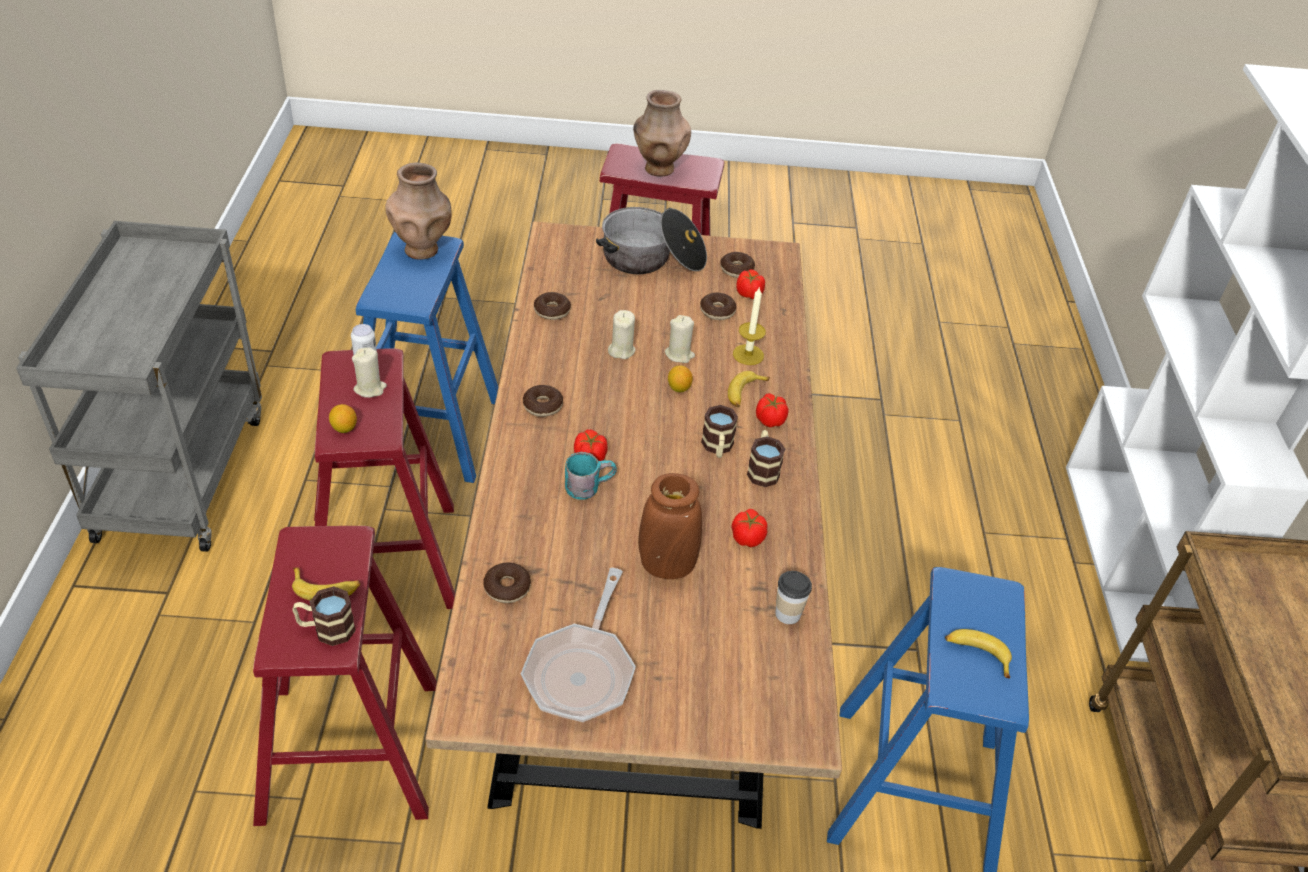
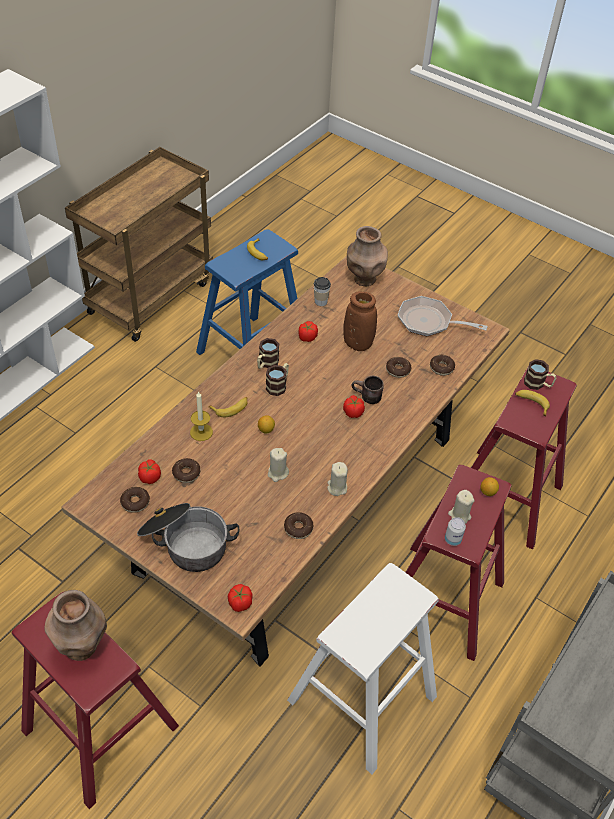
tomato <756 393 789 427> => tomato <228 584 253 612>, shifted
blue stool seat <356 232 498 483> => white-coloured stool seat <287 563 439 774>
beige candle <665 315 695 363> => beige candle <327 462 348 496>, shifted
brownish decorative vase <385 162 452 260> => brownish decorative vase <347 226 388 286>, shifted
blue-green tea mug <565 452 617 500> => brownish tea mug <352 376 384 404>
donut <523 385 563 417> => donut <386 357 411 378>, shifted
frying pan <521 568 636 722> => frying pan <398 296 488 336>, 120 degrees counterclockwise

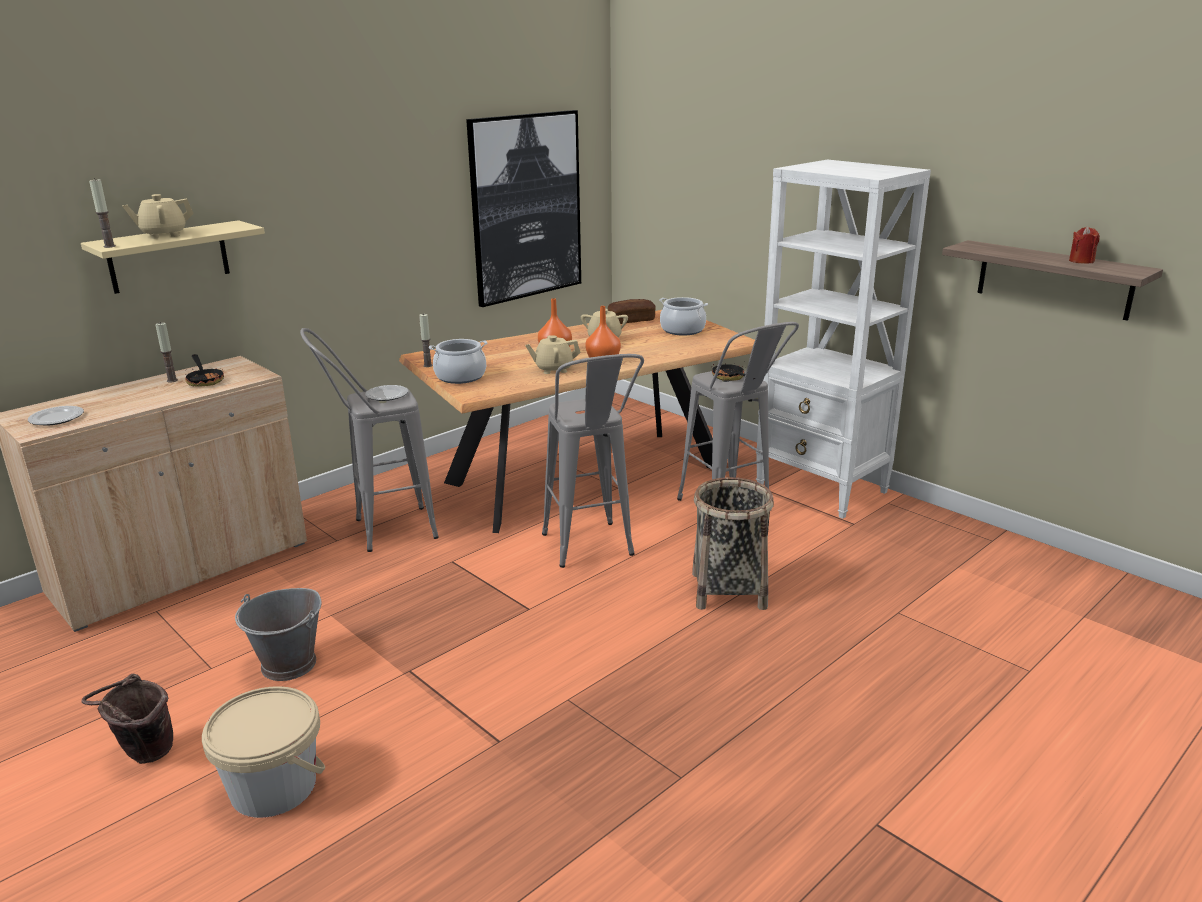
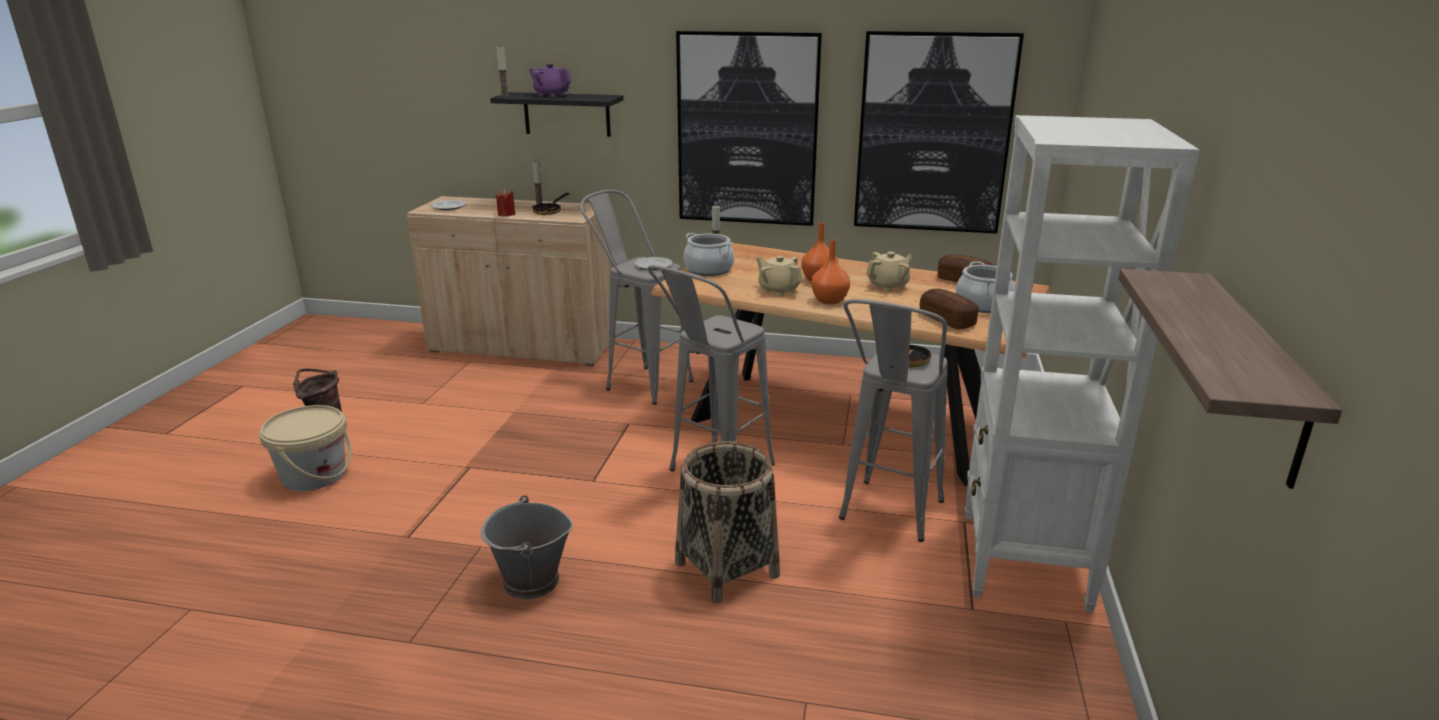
greyish bucket <235 588 321 681> => greyish bucket <481 495 573 599>, shifted
beige bracket shelf <81 220 265 294> => black-coloured bracket shelf <490 92 624 137>
reddish candle <1069 226 1100 263> => reddish candle <496 189 516 216>, shifted
beige pot for tea <122 194 194 239> => purple-coloured pot for tea <529 63 572 97>
nothing => wall art <676 31 822 226>
nothing => bakery bread <920 289 979 329>

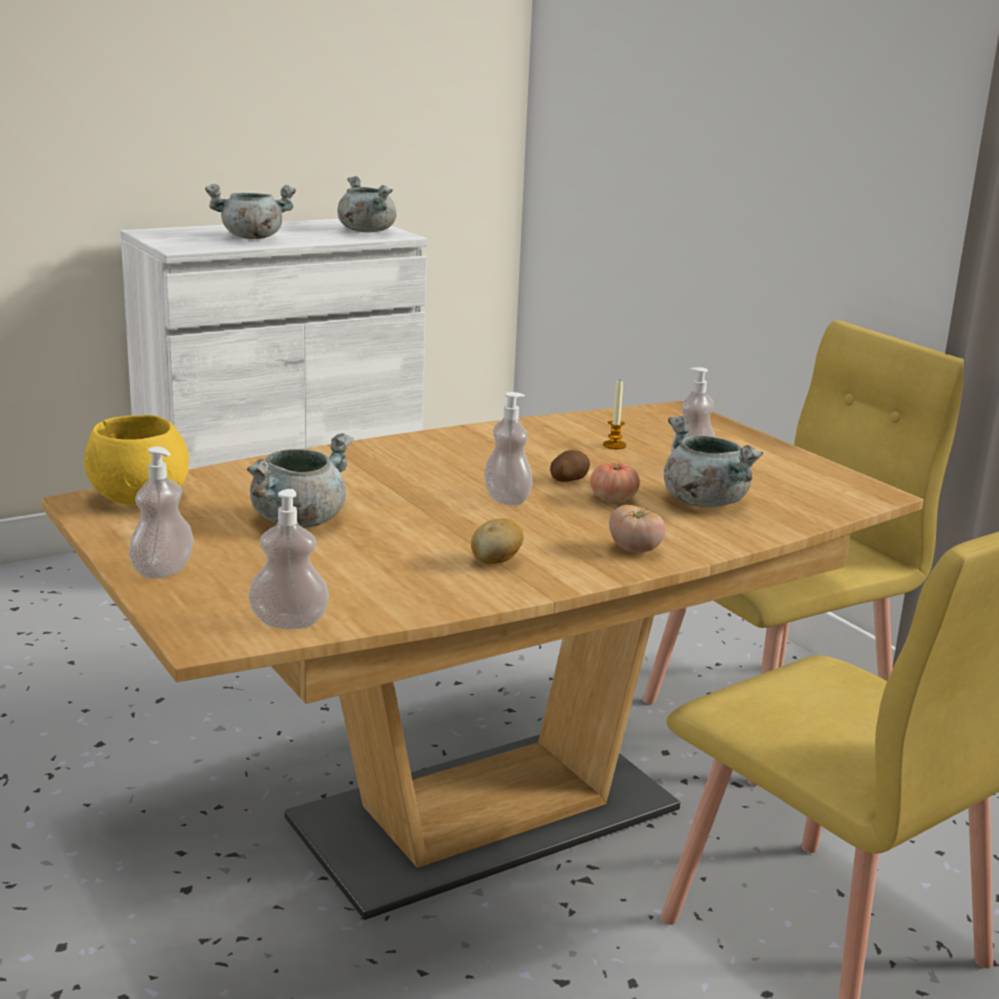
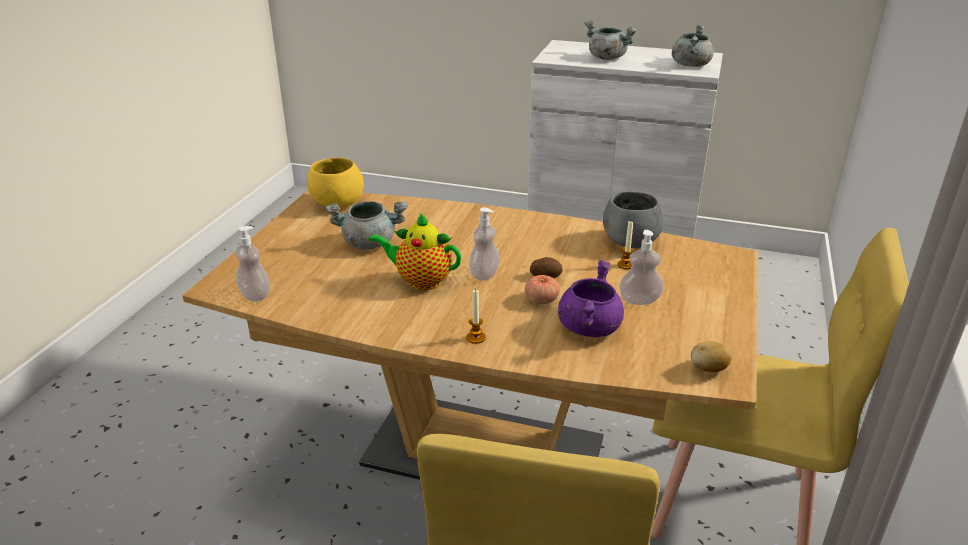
nothing => pot for tea <368 213 461 290>
tomato <609 505 666 553> => candle <466 289 486 344>
greyish stockpot <664 416 763 507> => purple-coloured stockpot <558 260 624 337>
nothing => greyish deep dish <603 191 664 248>
whole potato <471 518 524 564> => whole potato <691 341 732 372>, shifted
liquid soap bottle <129 447 193 579> => nothing

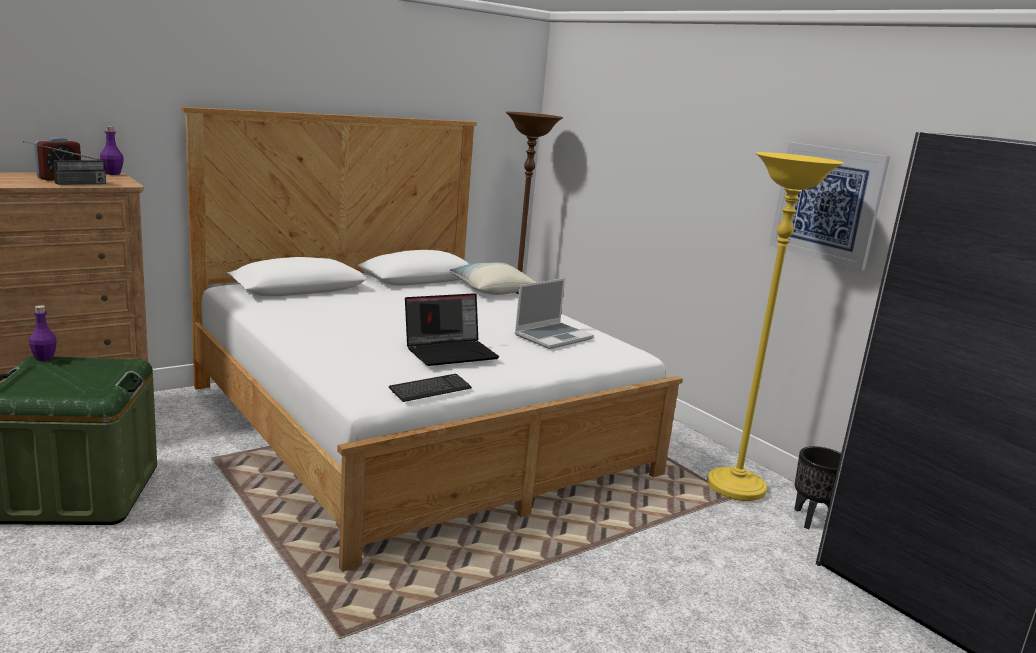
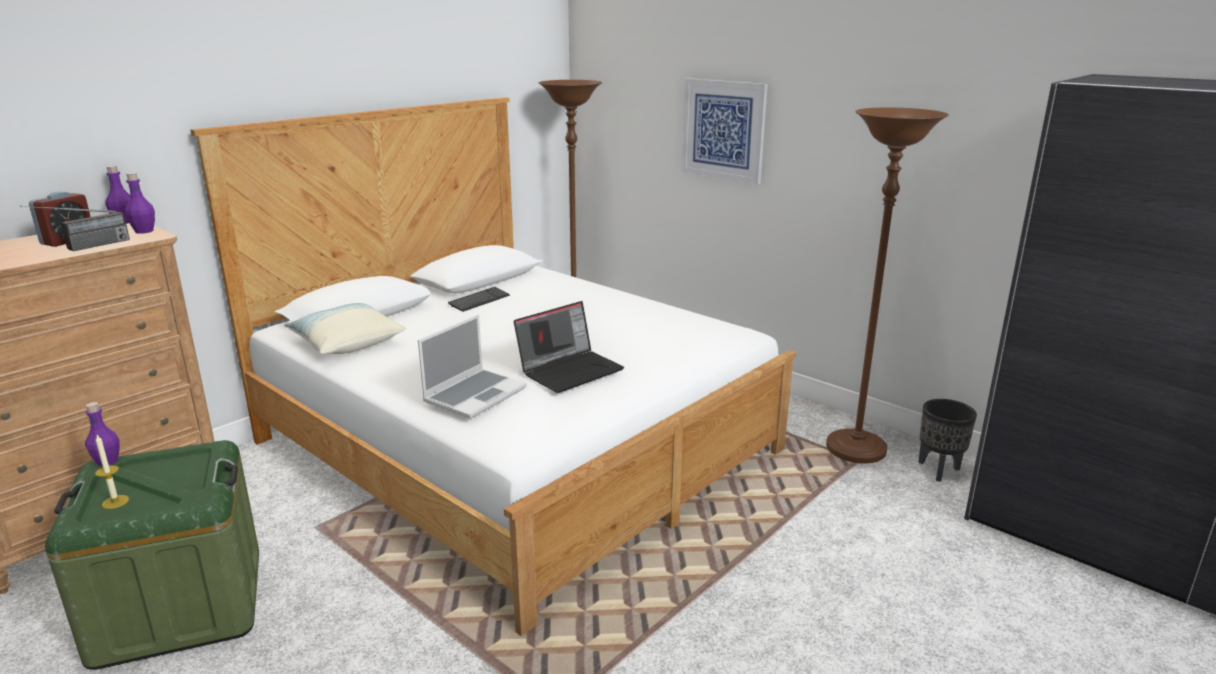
nothing => candle <95 435 129 509>
nothing => purple-coloured beverage bottle <125 173 155 234>
pillow <450 262 537 295> => pillow <284 303 406 354>, shifted
portable computer <515 278 594 349> => portable computer <418 315 527 419>, shifted
keyboard <389 374 472 402> => keyboard <448 287 510 312>, shifted
wall art <769 142 890 270> => wall art <682 78 768 184>, shifted
yellowish standard lamp <707 152 844 501> => brownish standard lamp <826 107 949 464>

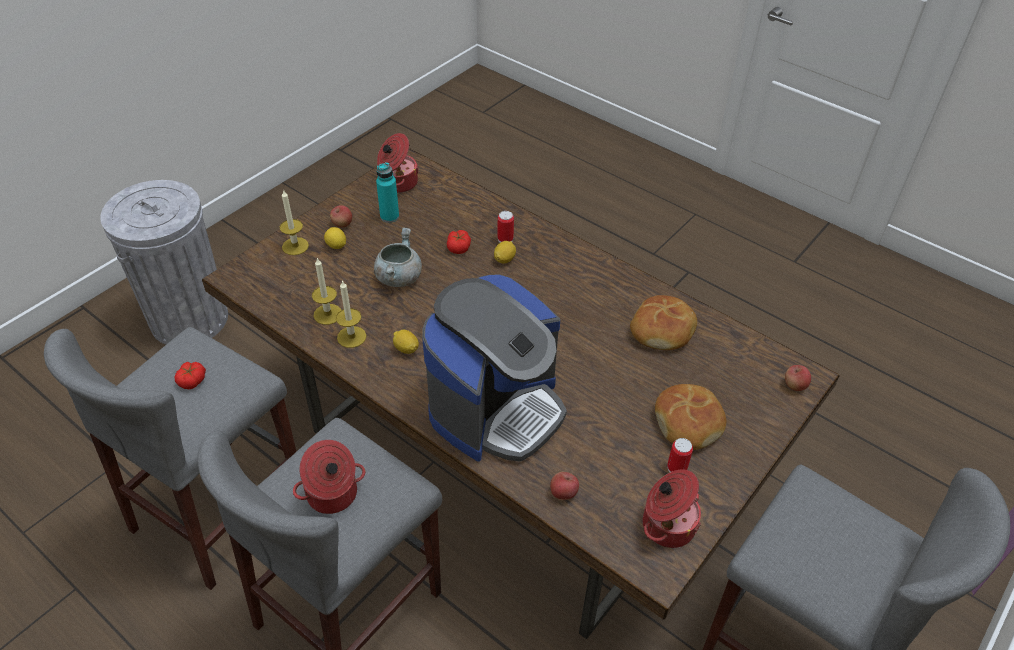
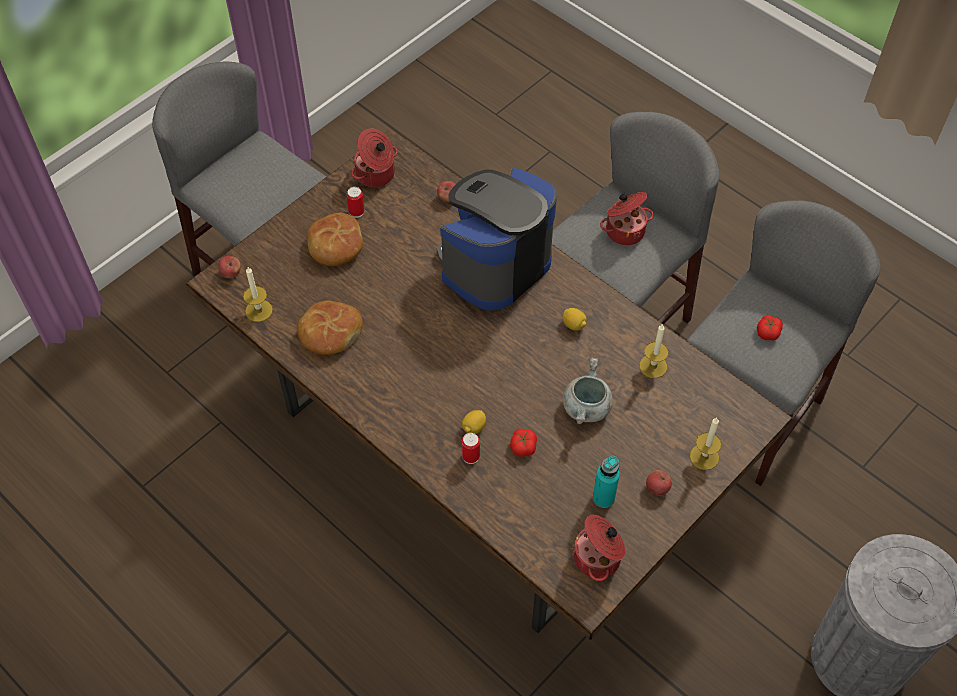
candle <336 280 366 348> => candle <243 267 273 322>, shifted
citrus fruit <324 227 346 249> => nothing

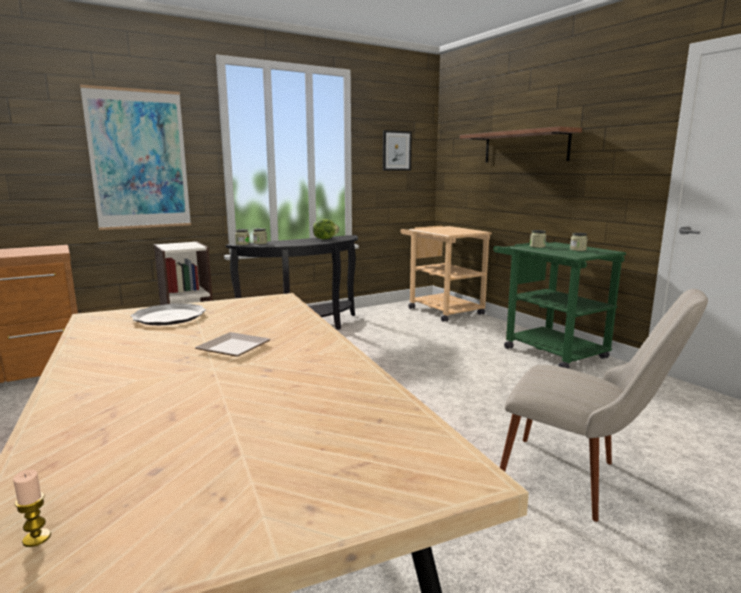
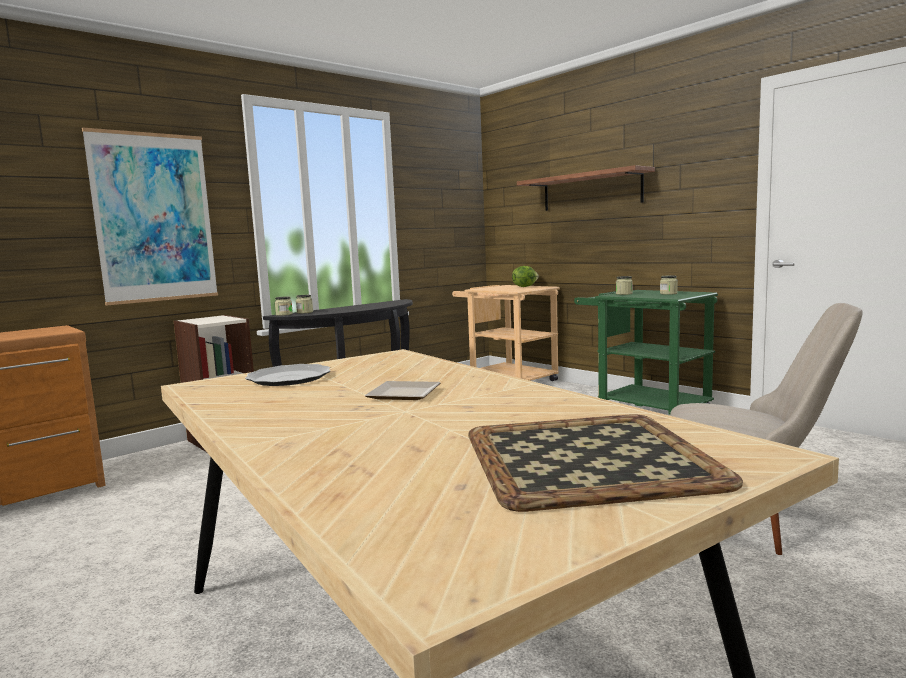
nothing => carrying tray <468 414 743 512>
lettuce head <313 219 339 239> => lettuce head <512 266 539 287>, shifted
candle <13 469 51 547> => nothing
wall art <383 130 412 171> => nothing

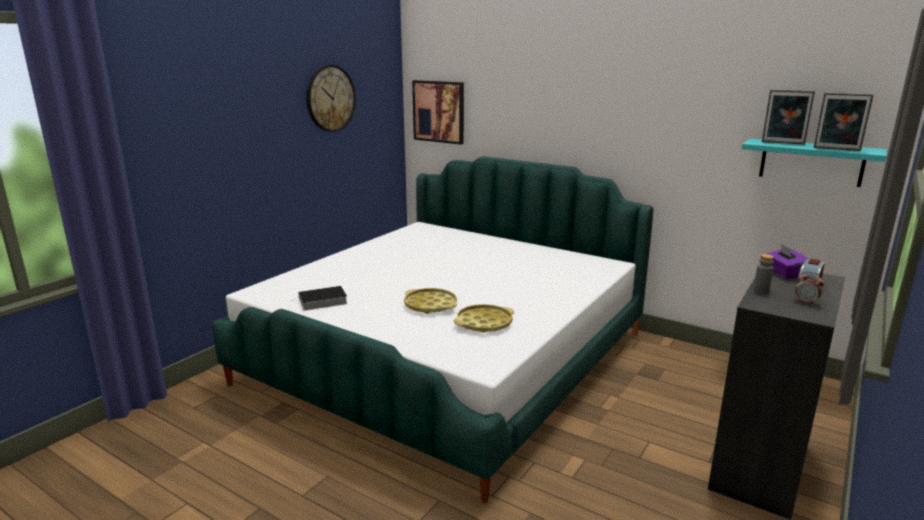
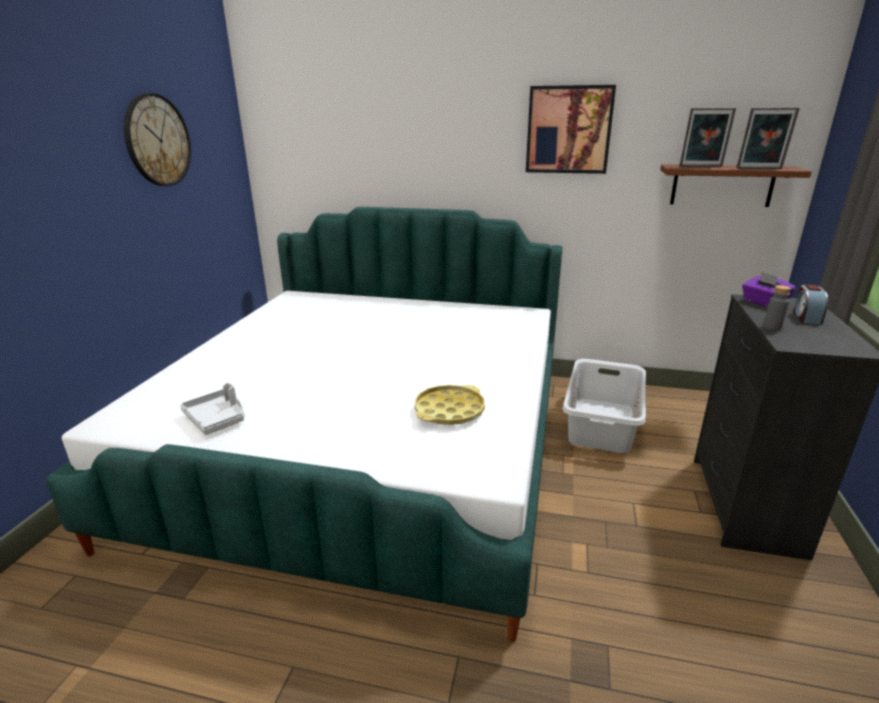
bound book <292 286 348 311> => greyish carrying tray <180 383 244 435>
wall art <412 80 464 145> => wall art <526 85 616 174>, shifted
nothing => greyish laundry basket <562 359 646 453>
blue-green bracket shelf <742 138 887 187> => brownish bracket shelf <660 165 812 207>
yellowish carrying tray <404 288 457 314> => nothing
alarm clock <795 272 824 305> => nothing

